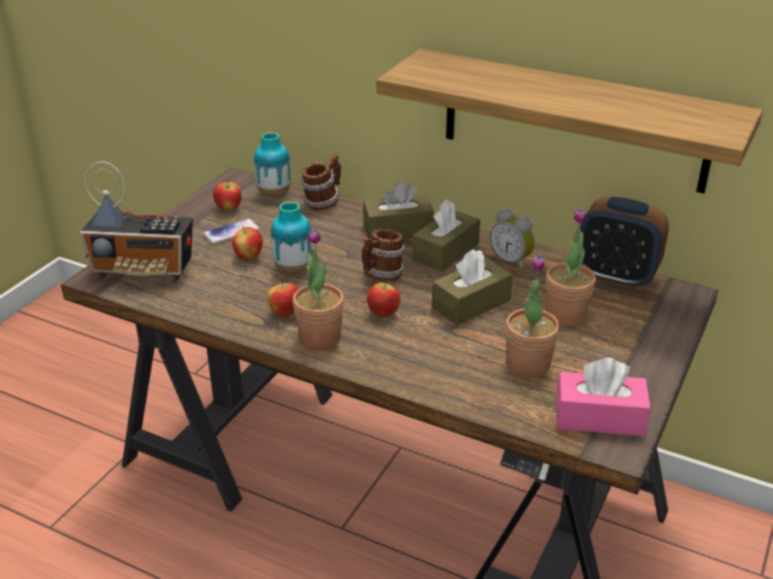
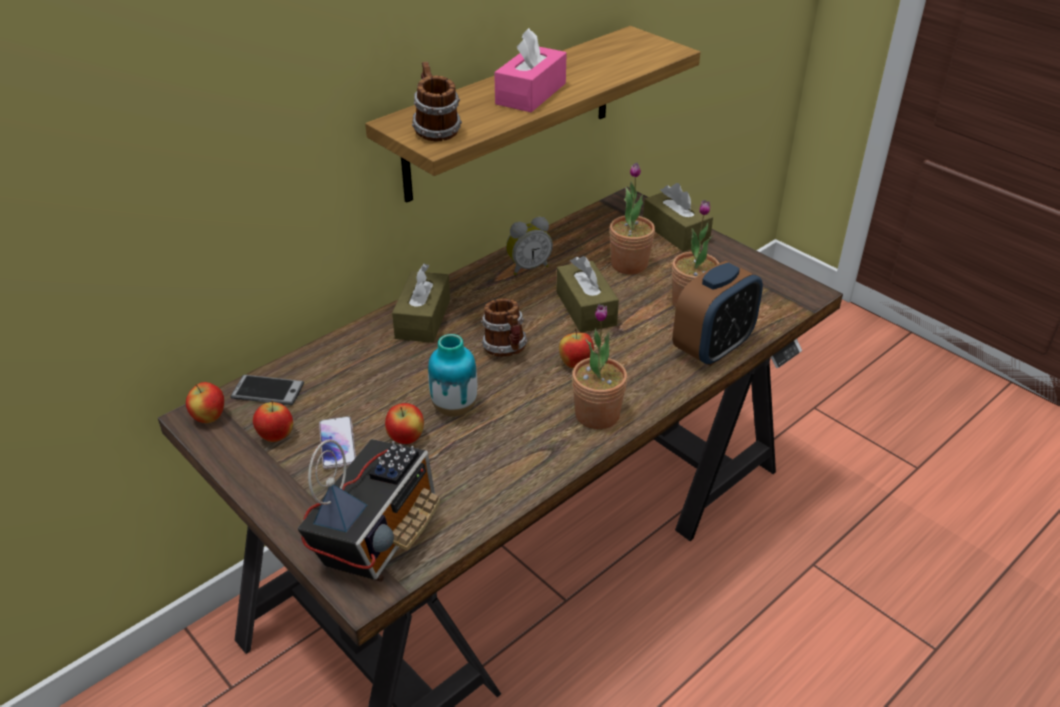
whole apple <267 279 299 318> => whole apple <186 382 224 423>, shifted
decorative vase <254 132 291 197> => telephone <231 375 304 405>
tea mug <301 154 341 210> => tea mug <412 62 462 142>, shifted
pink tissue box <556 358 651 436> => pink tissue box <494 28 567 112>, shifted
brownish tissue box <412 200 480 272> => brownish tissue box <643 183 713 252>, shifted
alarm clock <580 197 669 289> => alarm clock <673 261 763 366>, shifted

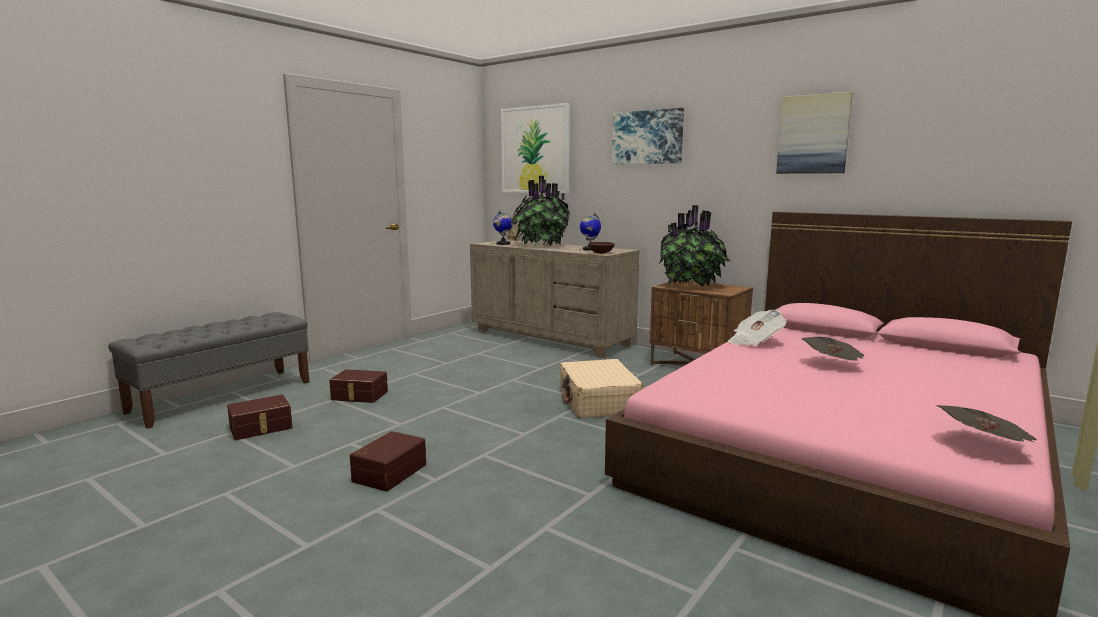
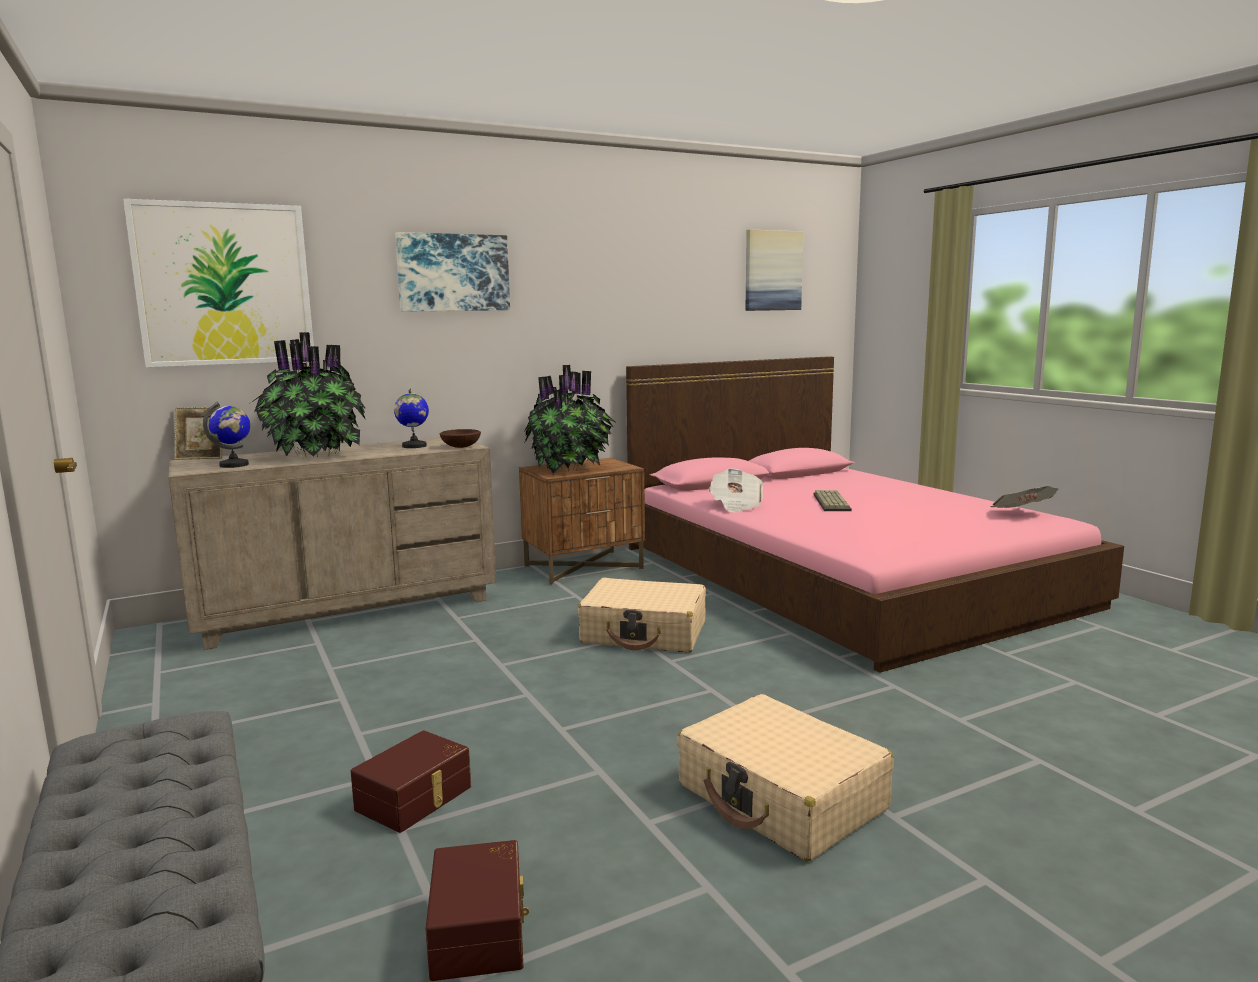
brownish storage bin <350 431 426 492> => beige piece of luggage <677 694 894 861>
wall art <776 92 853 174> => wall art <745 229 803 311>, shifted
newspaper <801 337 865 361> => keyboard <813 490 852 511>

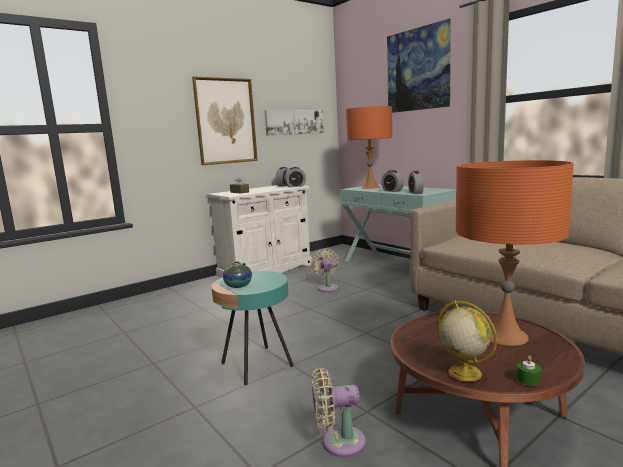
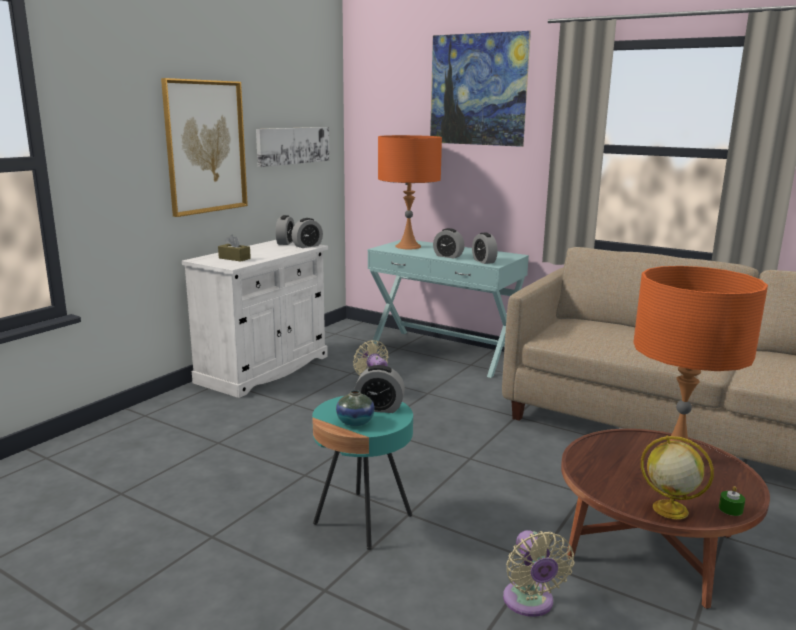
nothing => alarm clock <354 365 405 413>
beige cooling fan <312 368 366 457> => beige cooling fan <503 530 575 617>, 75 degrees counterclockwise

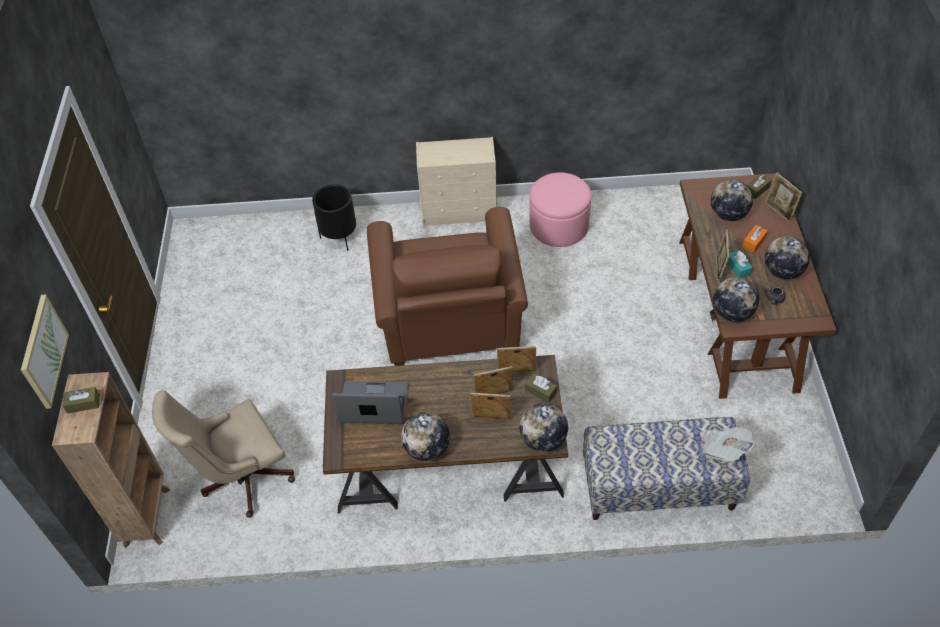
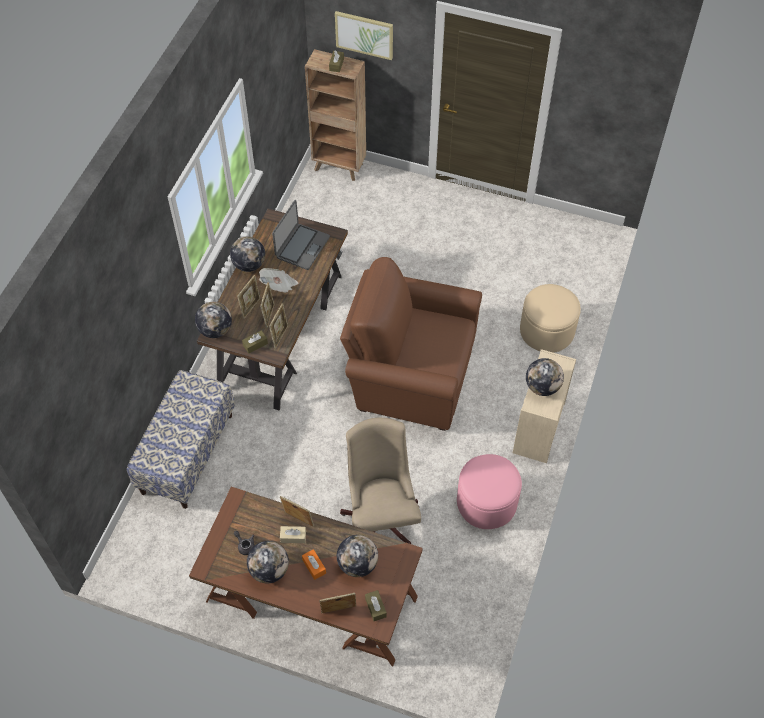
newspaper <702 427 754 462> => newspaper <259 268 299 293>, shifted
blue-green tissue box <727 250 753 278> => beige tissue box <280 526 306 543>
beige computer chair <152 390 295 518> => beige computer chair <340 418 421 544>, shifted
black-coloured planter <312 184 356 251> => beige ottoman <520 284 581 353>
desk globe <713 277 759 322> => desk globe <526 358 564 396>, shifted

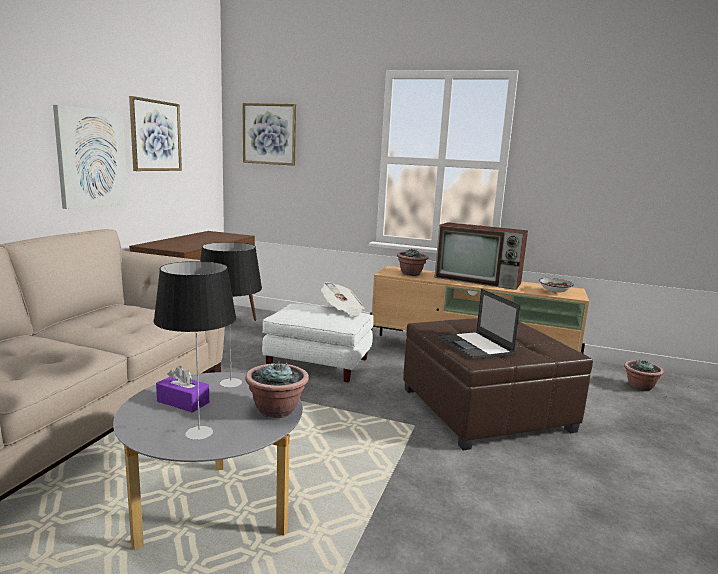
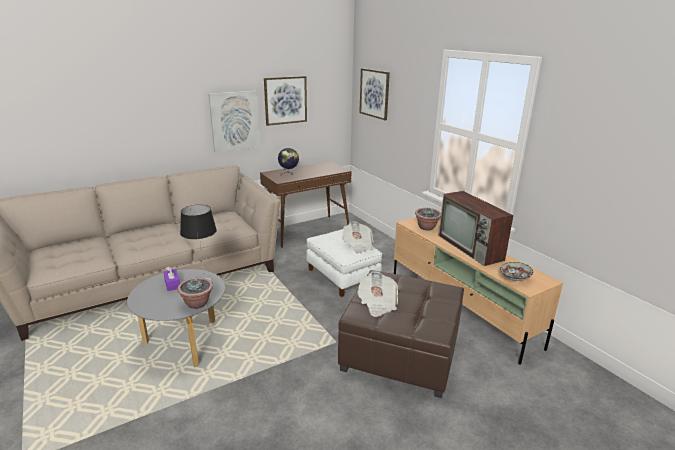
nothing => desk globe <278 148 299 176>
portable computer <438 289 521 360> => newspaper <357 271 398 317>
table lamp <154 261 236 440> => nothing
houseplant <624 359 664 391> => nothing

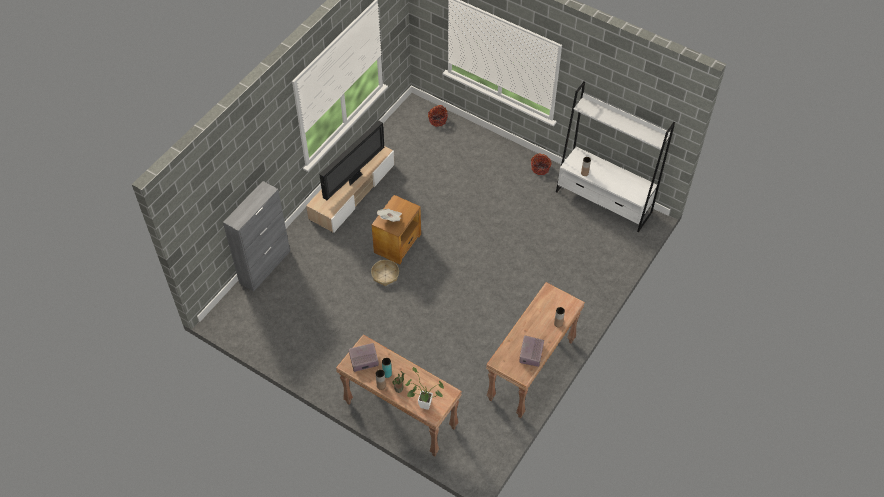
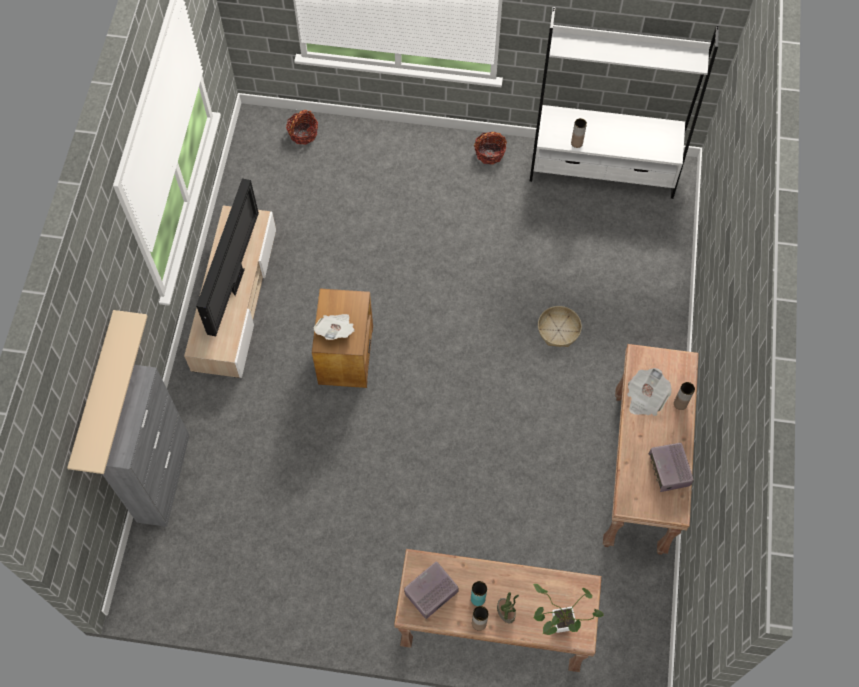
nothing => beige bracket shelf <67 310 148 474>
household basket <371 260 399 286> => household basket <538 306 582 347>, shifted
nothing => newspaper <627 368 672 416>

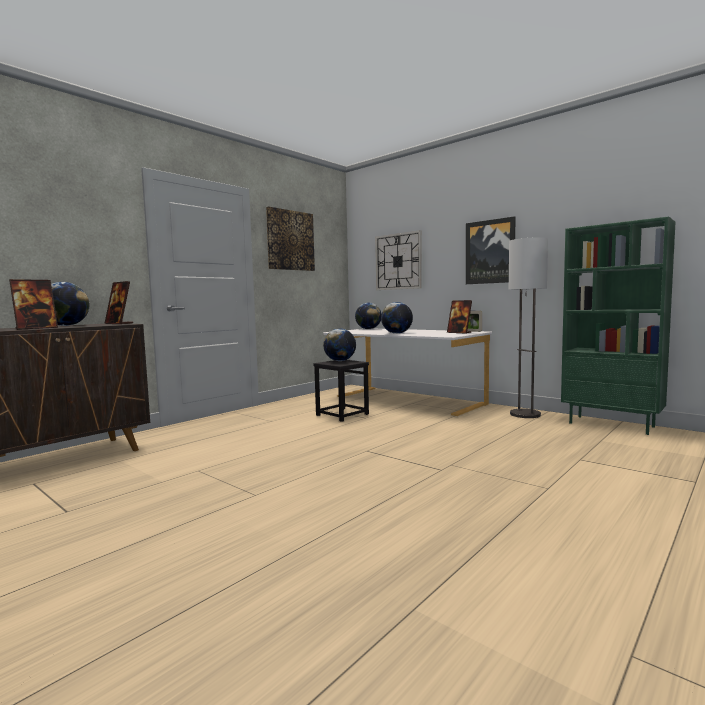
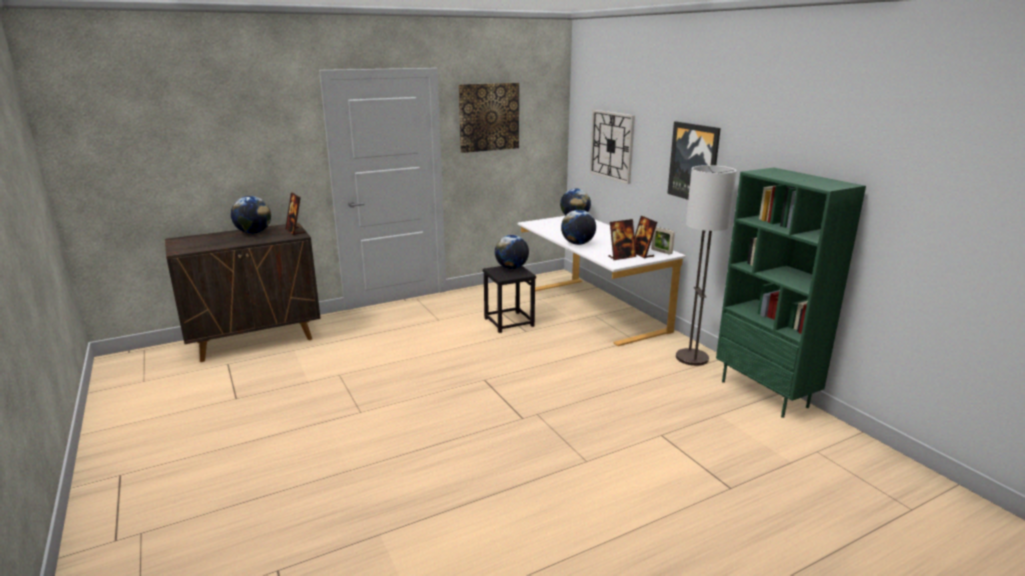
standing frame <9 279 58 330> => standing frame <608 219 636 260>, shifted

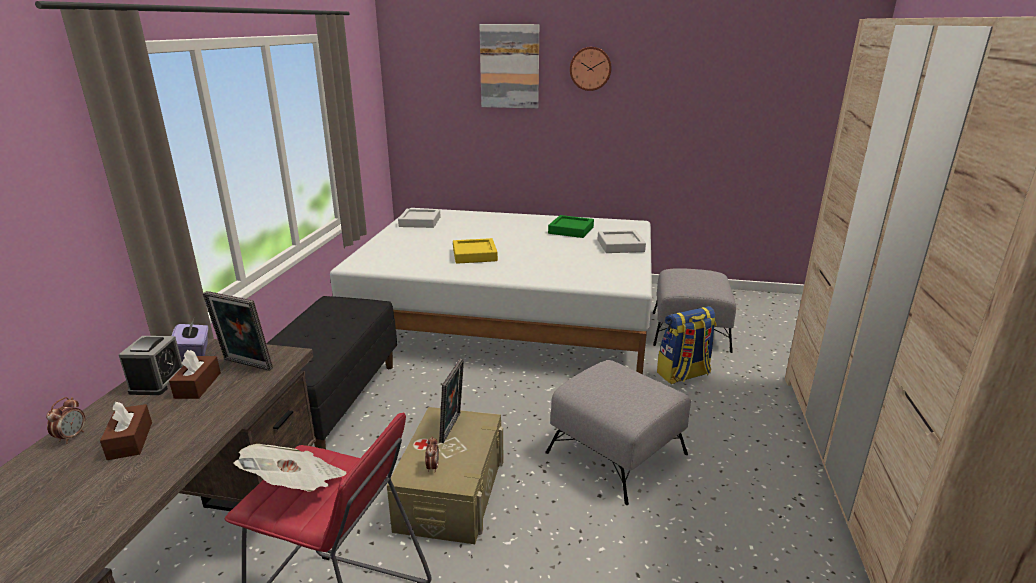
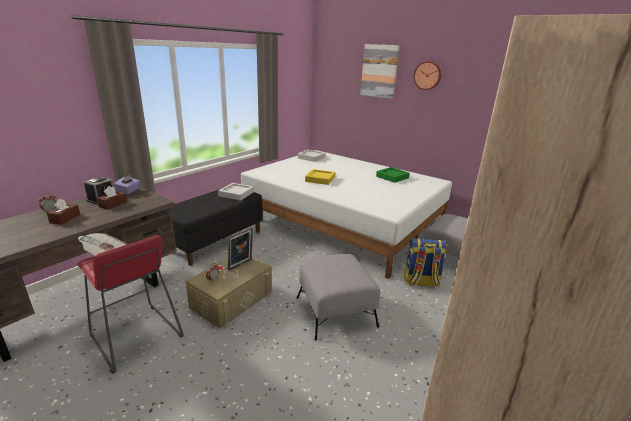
greyish carrying tray <597 230 646 253> => greyish carrying tray <218 183 254 201>, shifted
standing frame <203 291 273 371> => nothing

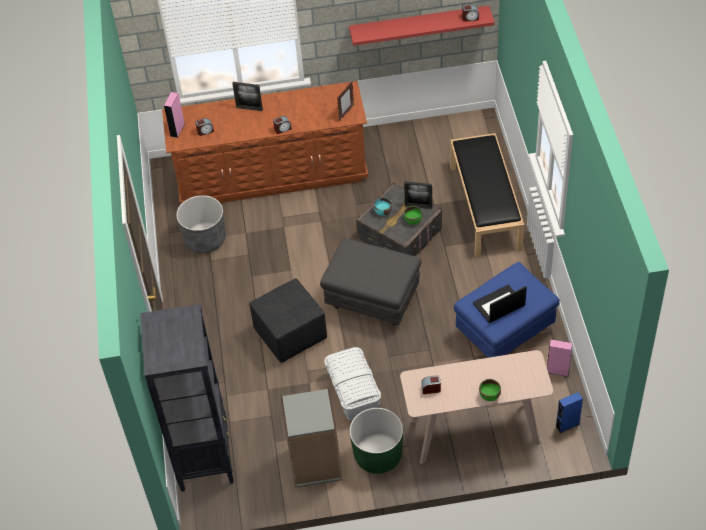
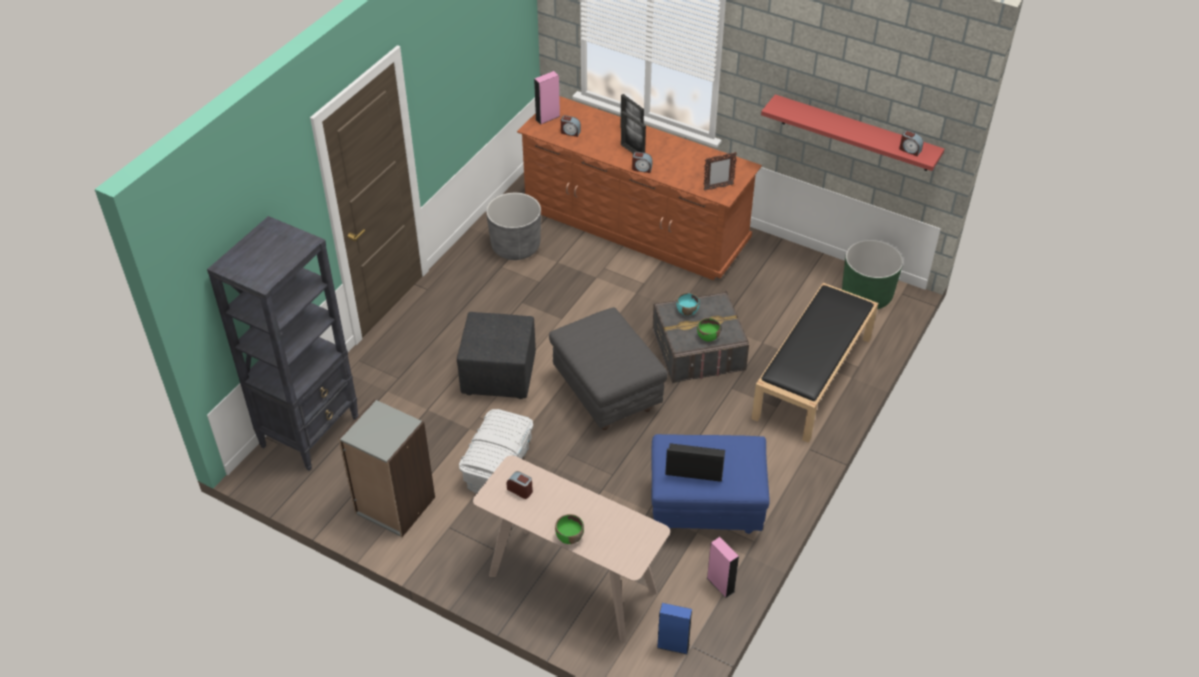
standing frame <404 181 432 209> => standing frame <621 111 646 153>, shifted
green-coloured planter <350 408 403 474> => green-coloured planter <842 240 903 309>, shifted

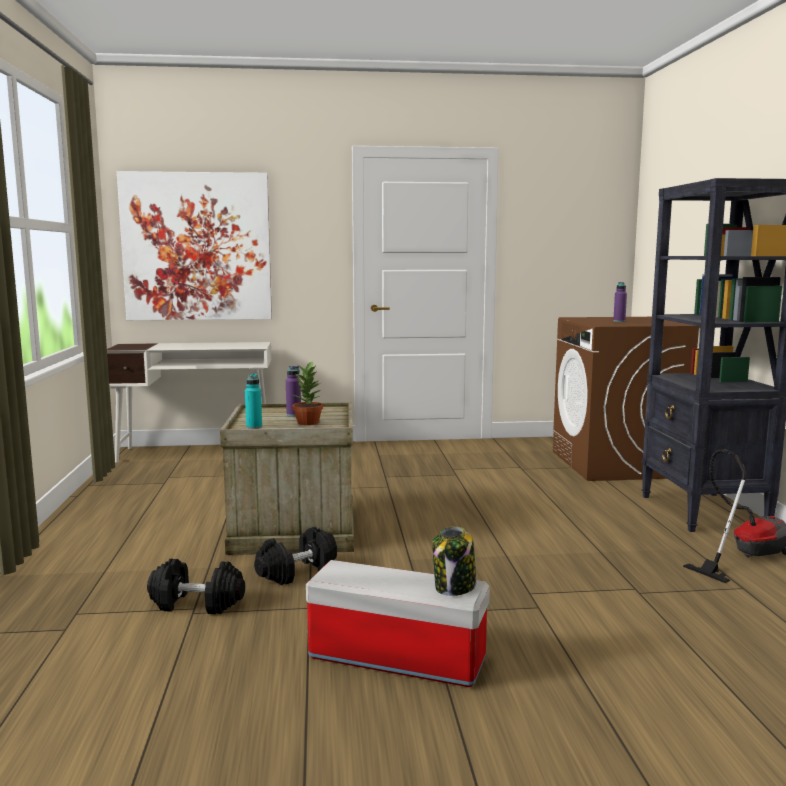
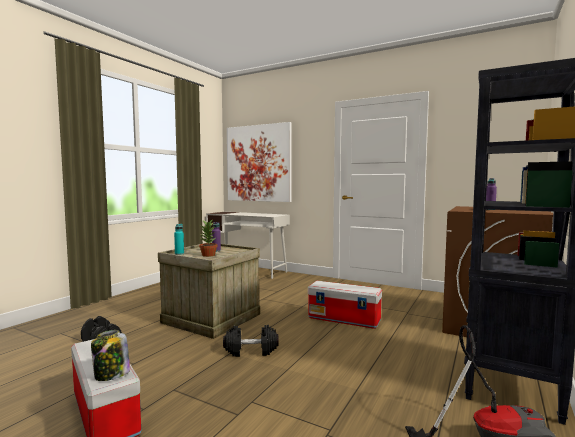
black-coloured free weight <254 527 337 585> => black-coloured free weight <223 325 279 357>, shifted
nothing => storage bin <308 281 382 329>

